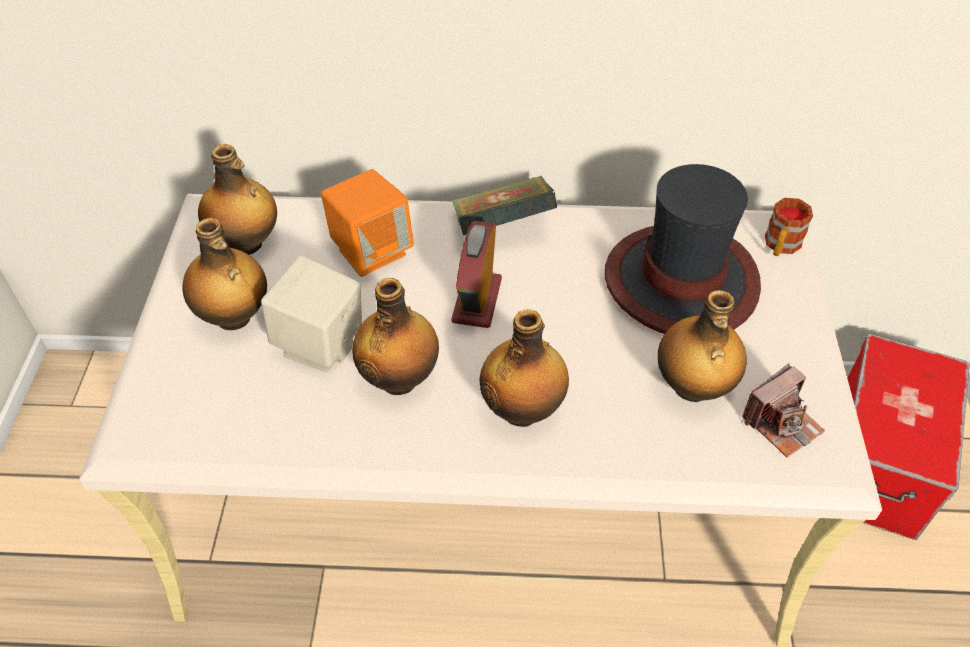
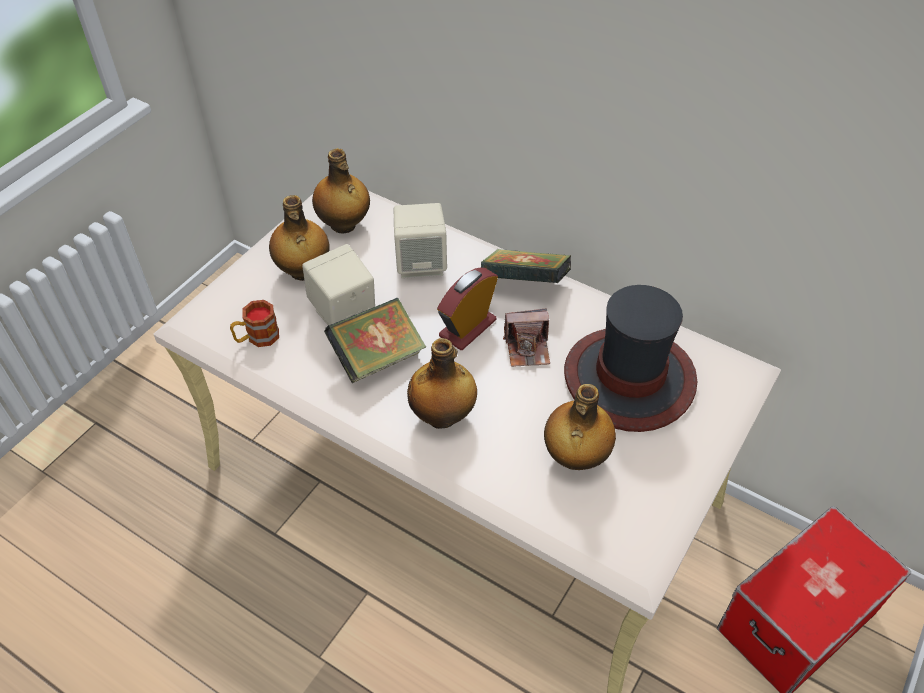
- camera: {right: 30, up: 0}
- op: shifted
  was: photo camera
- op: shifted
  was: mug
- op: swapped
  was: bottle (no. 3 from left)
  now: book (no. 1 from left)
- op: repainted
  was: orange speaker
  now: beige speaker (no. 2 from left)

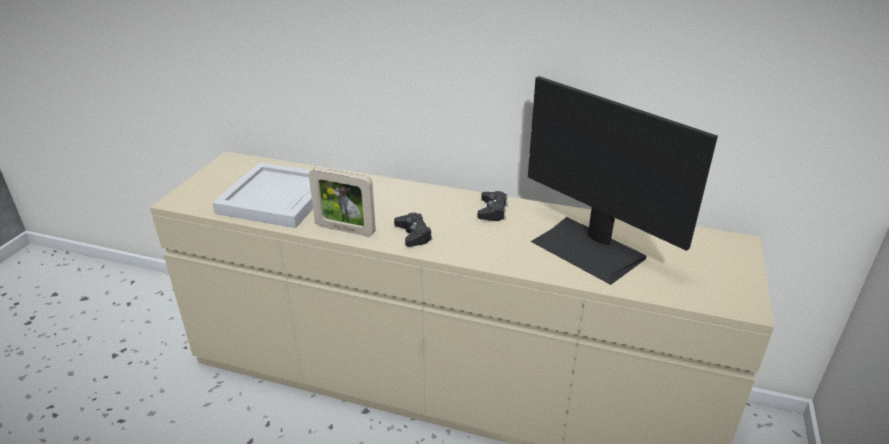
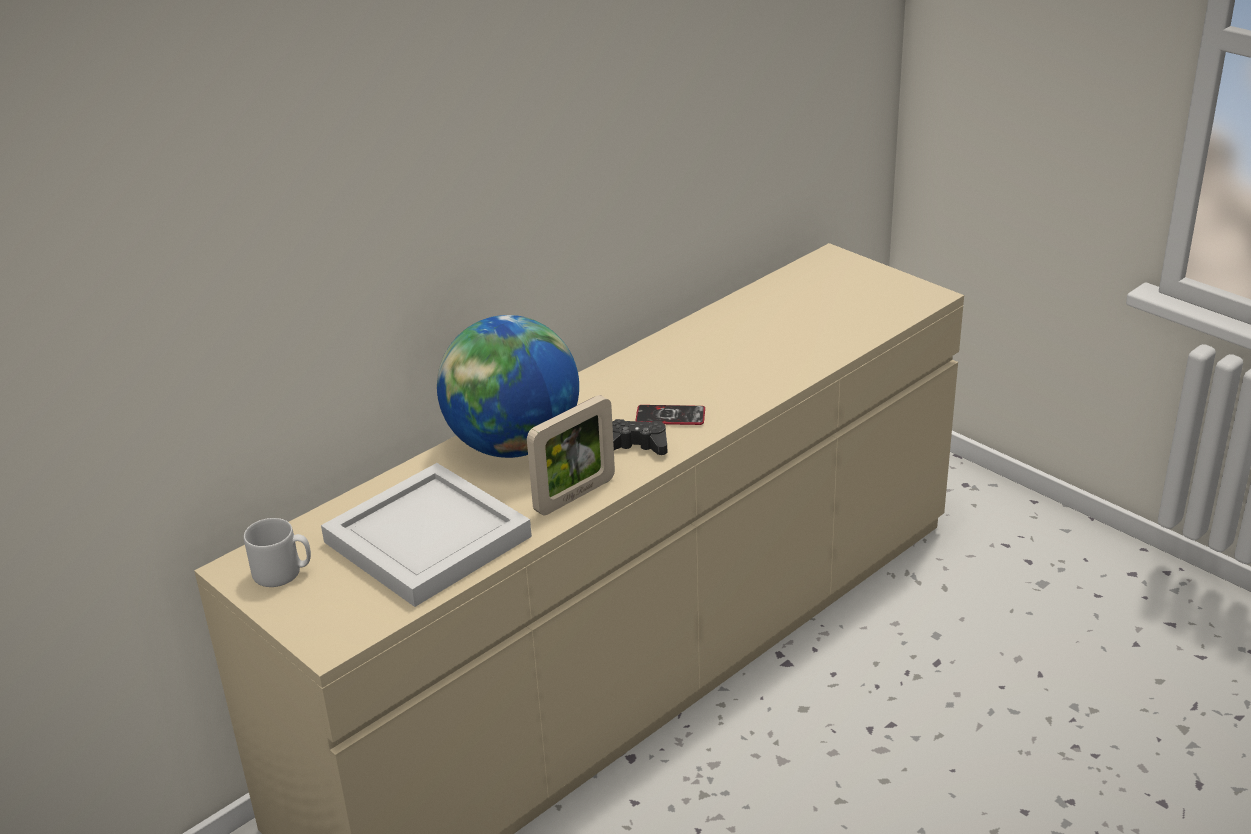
- camera: {right: -60, up: 0}
- op: gone
  was: black game controller (no. 2 from left)
- op: gone
  was: monitor
- op: new
  now: grey mug
- op: new
  now: globe
- op: new
  now: phone

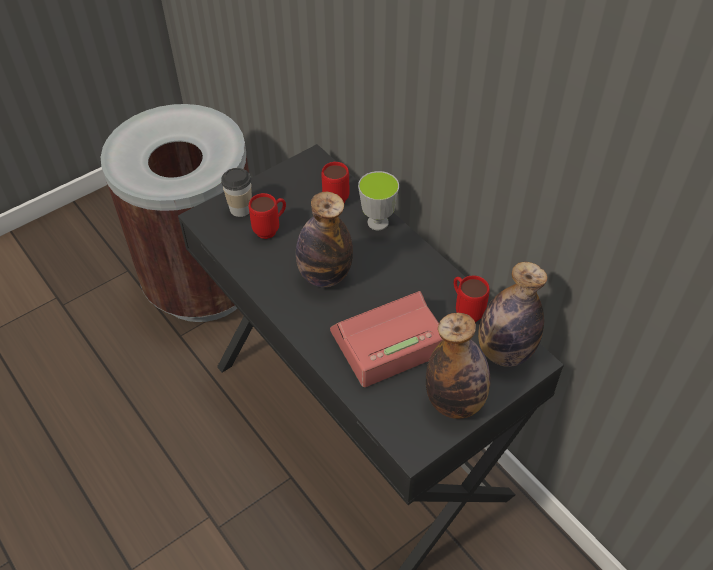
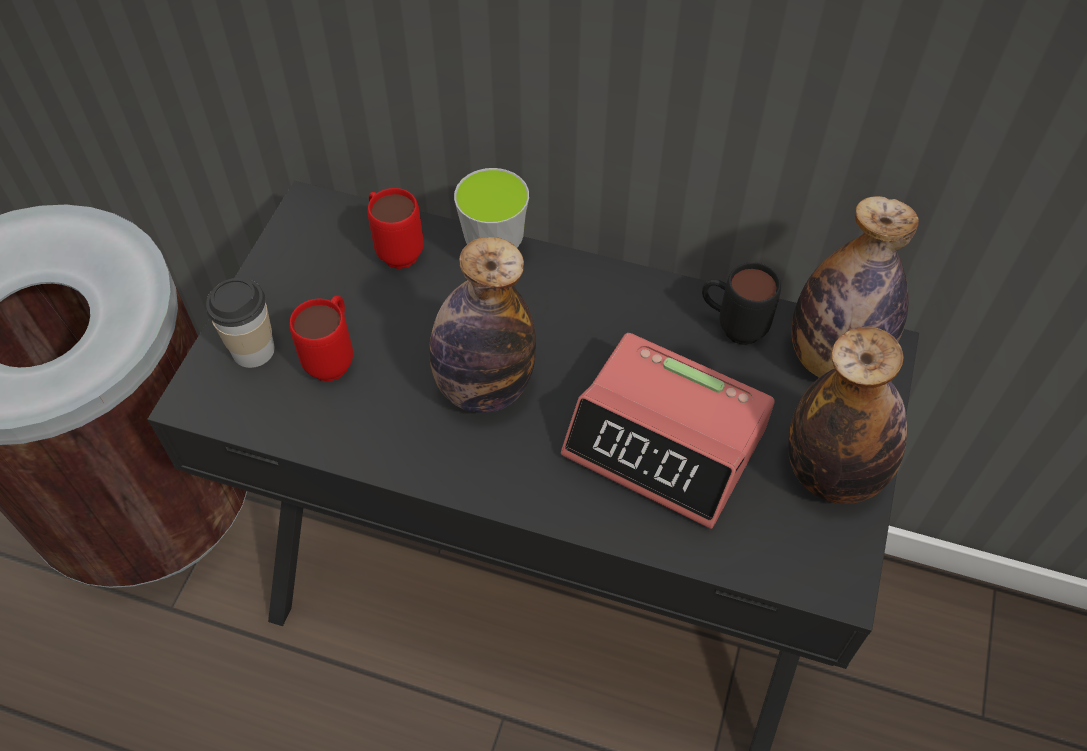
- camera: {right: -35, up: 5}
- op: repainted
  was: red mug (no. 3 from left)
  now: black mug
- op: rotated
  was: alarm clock
  clockwise: -90

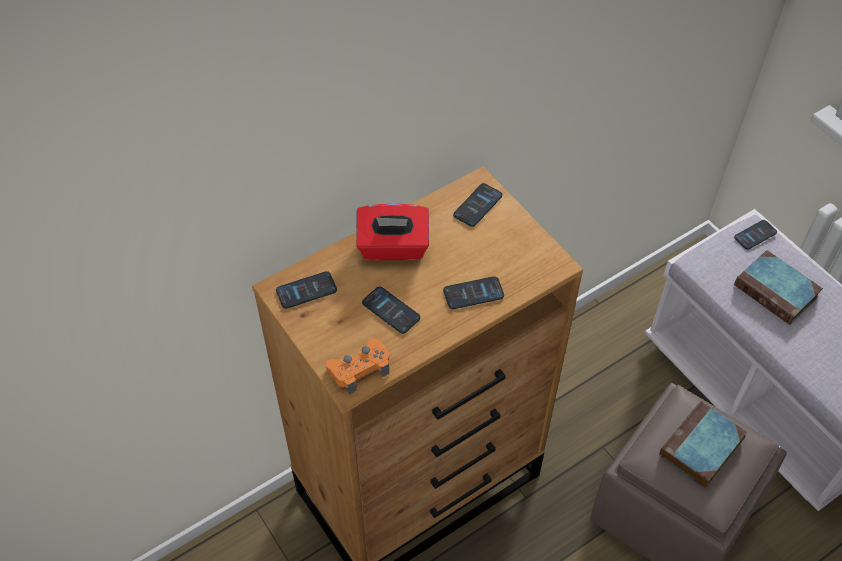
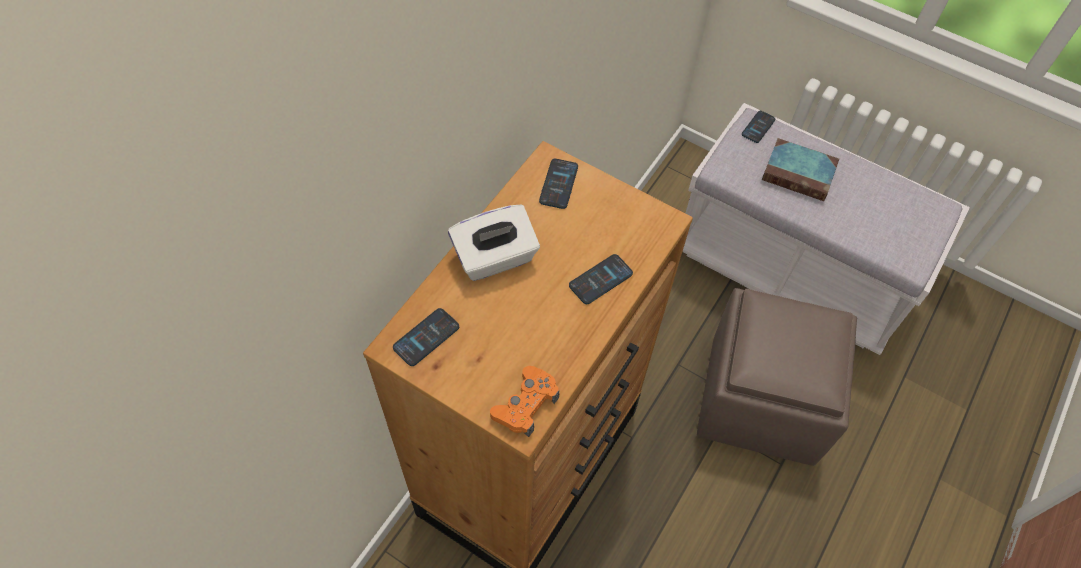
- camera: {right: -25, up: 5}
- op: gone
  was: phone (no. 2 from left)
- op: gone
  was: book (no. 1 from left)
- op: repainted
  was: red tissue box
  now: white tissue box

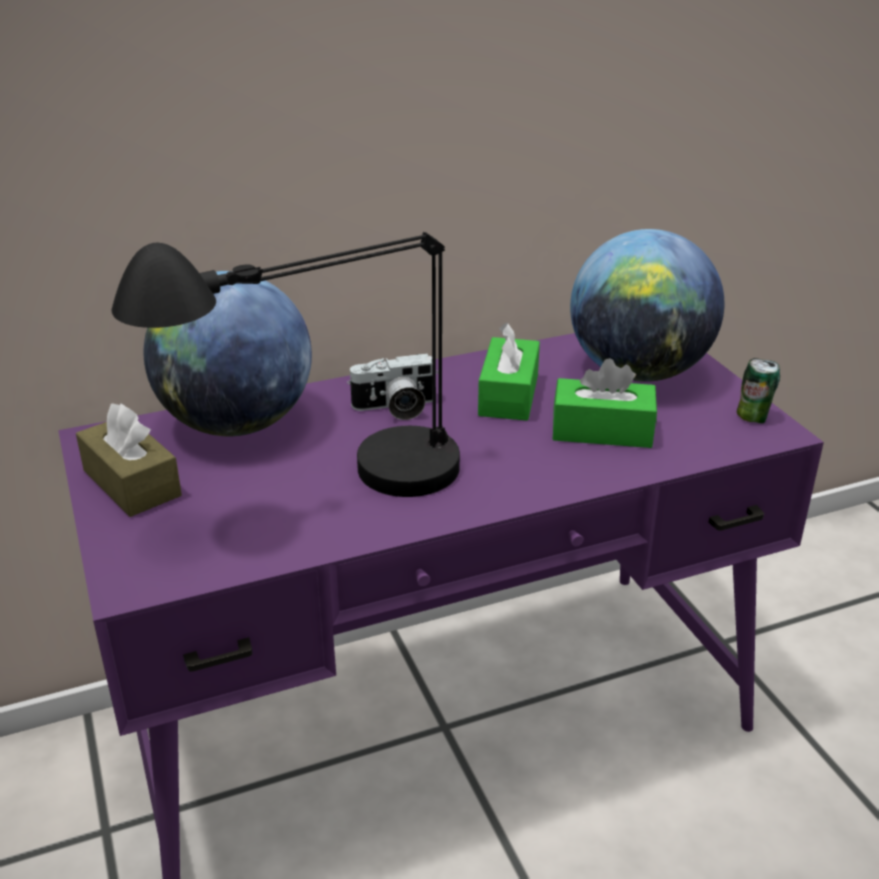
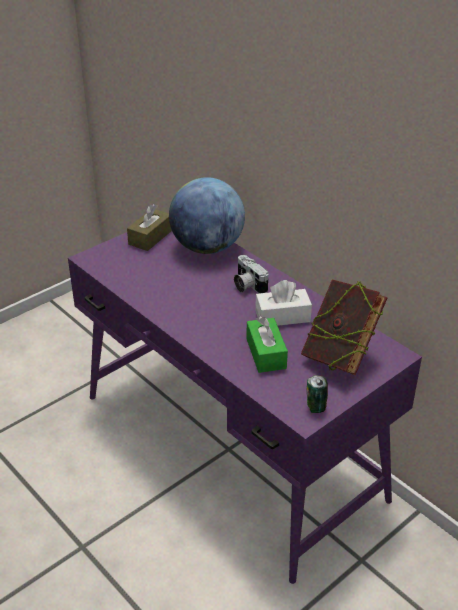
- camera: {right: 70, up: 5}
- op: gone
  was: black table lamp
- op: swapped
  was: globe (no. 2 from left)
  now: book
- op: repainted
  was: green tissue box (no. 1 from left)
  now: white tissue box

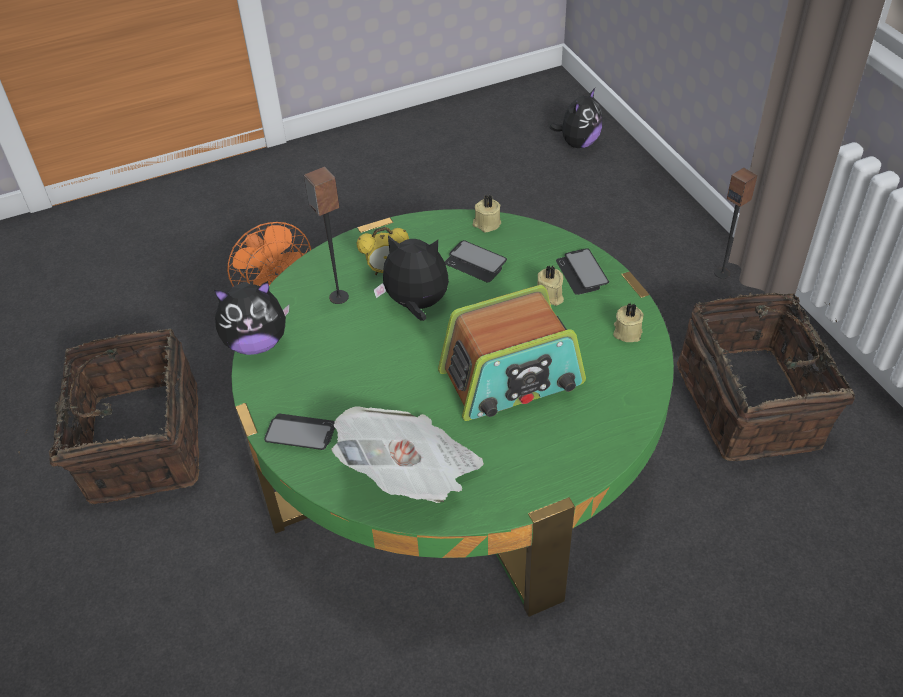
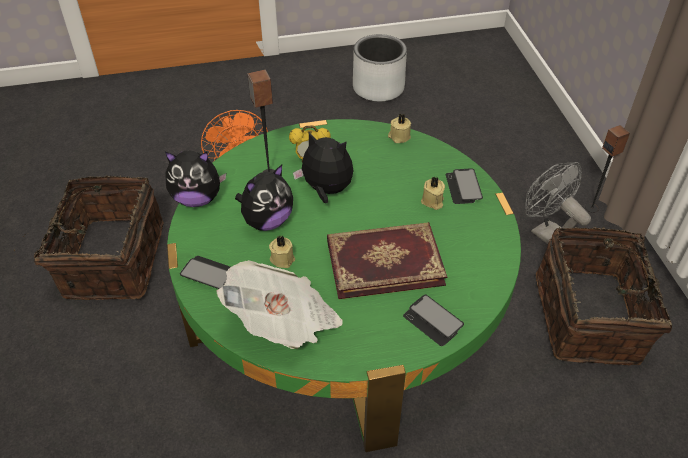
- camera: {right: 10, up: 0}
- op: new
  now: grey planter
- op: new
  now: grey fan
- op: shifted
  was: phone (no. 2 from left)
- op: shifted
  was: plush toy (no. 3 from left in the first image)
  now: plush toy (no. 2 from left)
- op: shifted
  was: beige candle (no. 3 from left in the first image)
  now: beige candle (no. 1 from left)
- op: swapped
  was: radio
  now: book

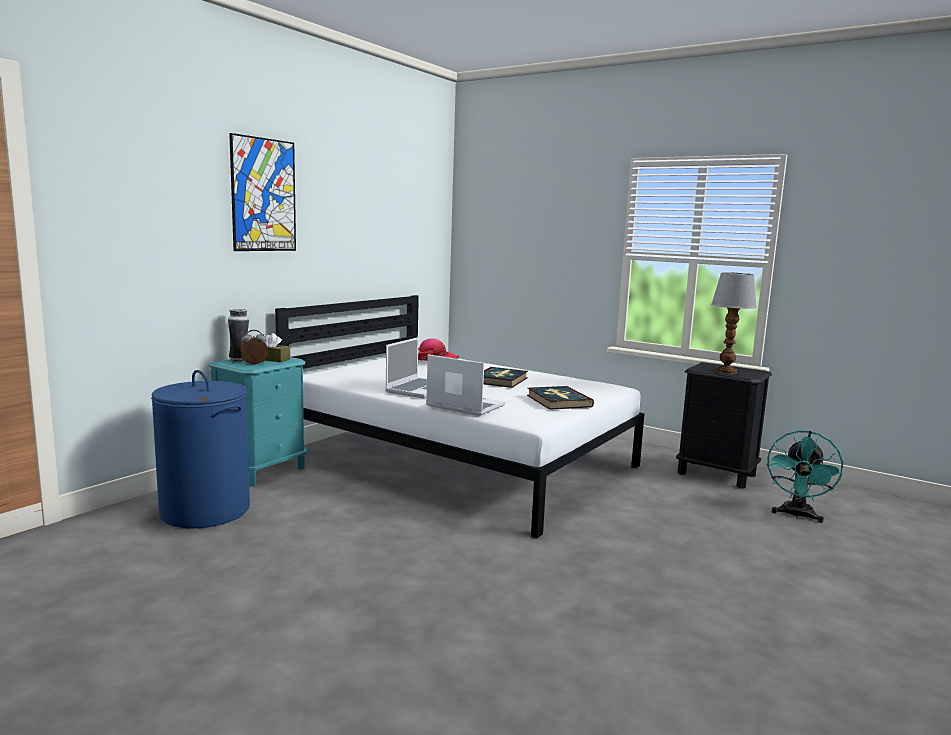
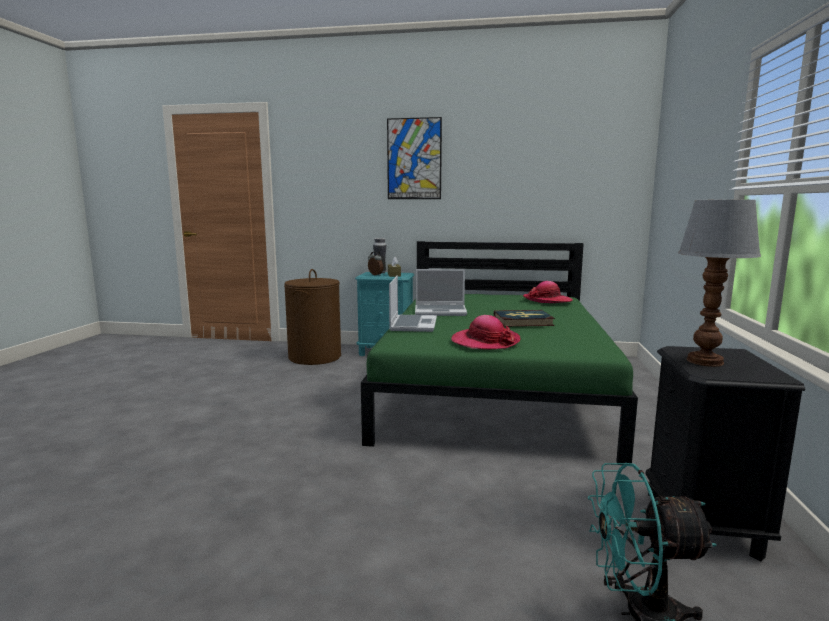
- camera: {right: 65, up: 0}
- op: swapped
  was: book (no. 2 from left)
  now: hat (no. 1 from left)
- op: repainted
  was: blue laundry basket
  now: brown laundry basket
- op: repainted
  was: white bed
  now: green bed

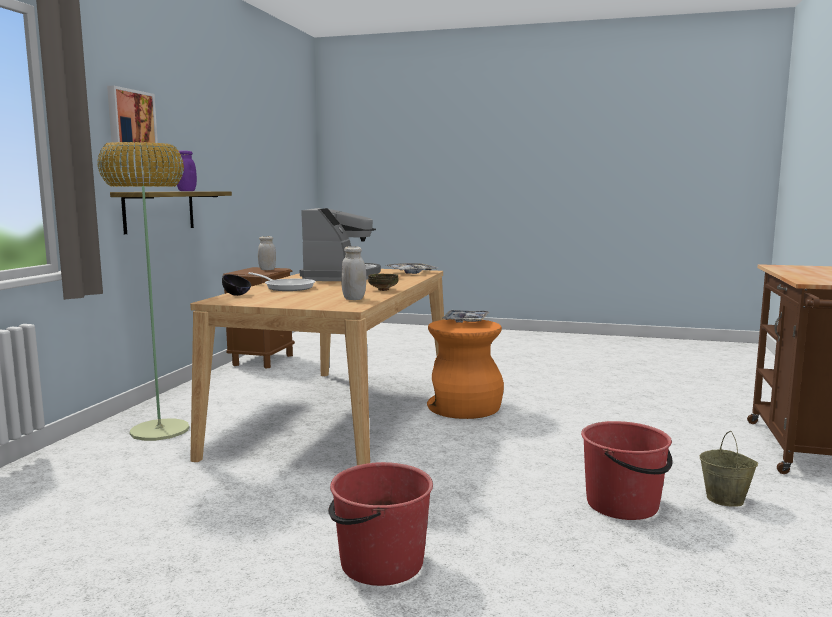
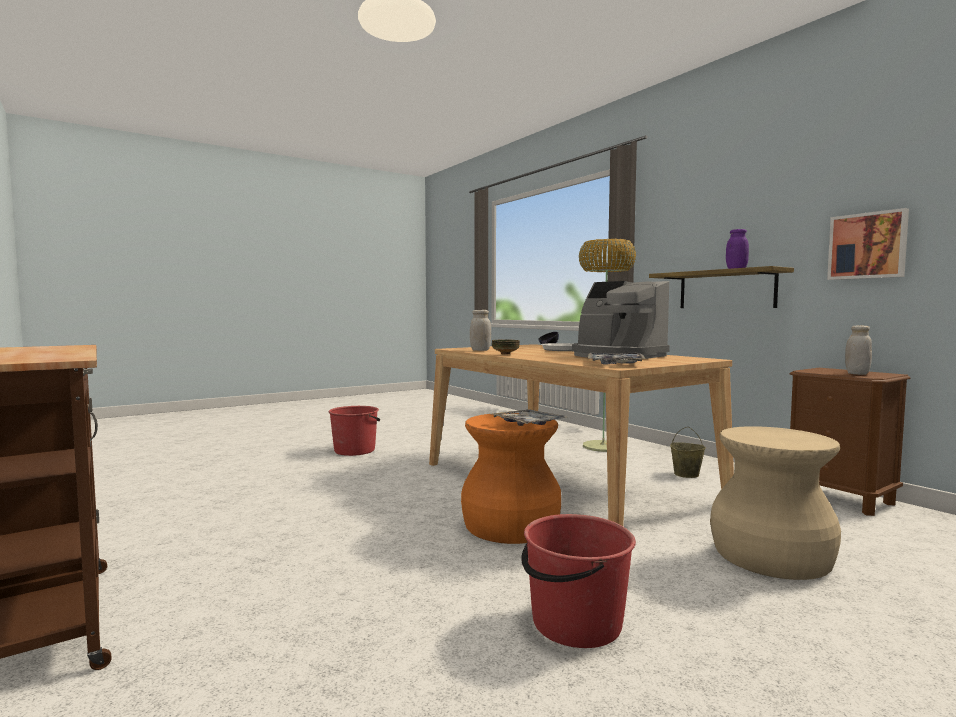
- camera: {right: 130, up: -5}
- op: new
  now: beige stool
- op: shifted
  was: picture
- op: shifted
  was: red bucket (no. 2 from left)
- op: shifted
  was: beige bucket

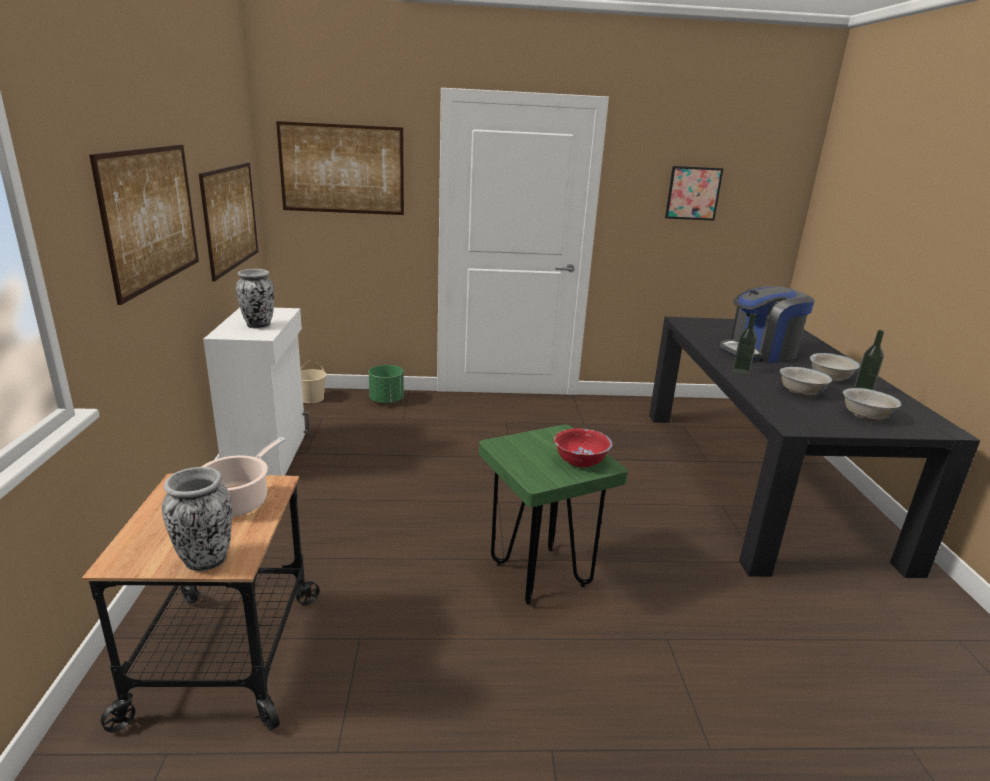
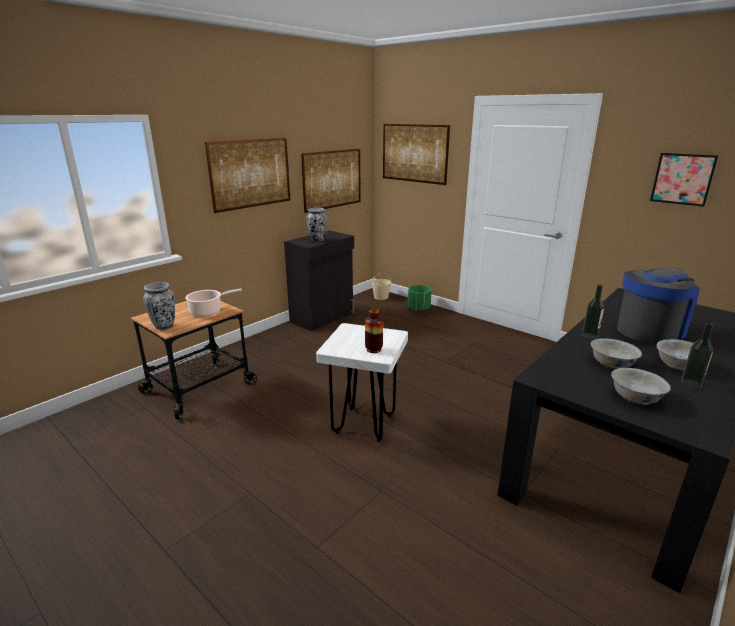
- camera: {right: 45, up: 0}
- op: swapped
  was: red bowl
  now: vase (no. 3 from left)
- op: repainted
  was: white cabinet
  now: black cabinet
- op: repainted
  was: green stool
  now: white stool
- op: rotated
  was: coffee machine
  clockwise: 120

